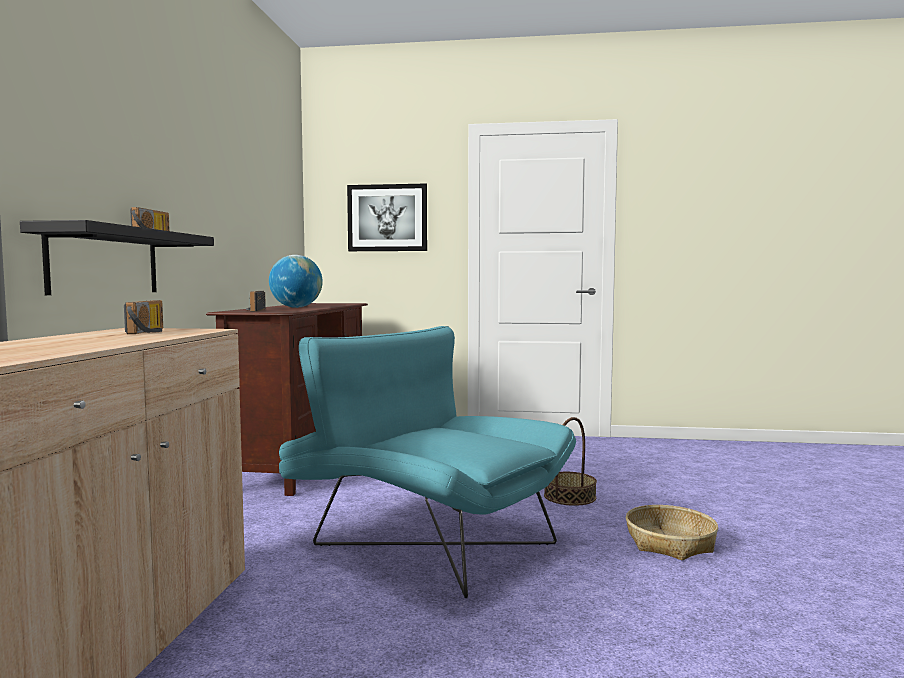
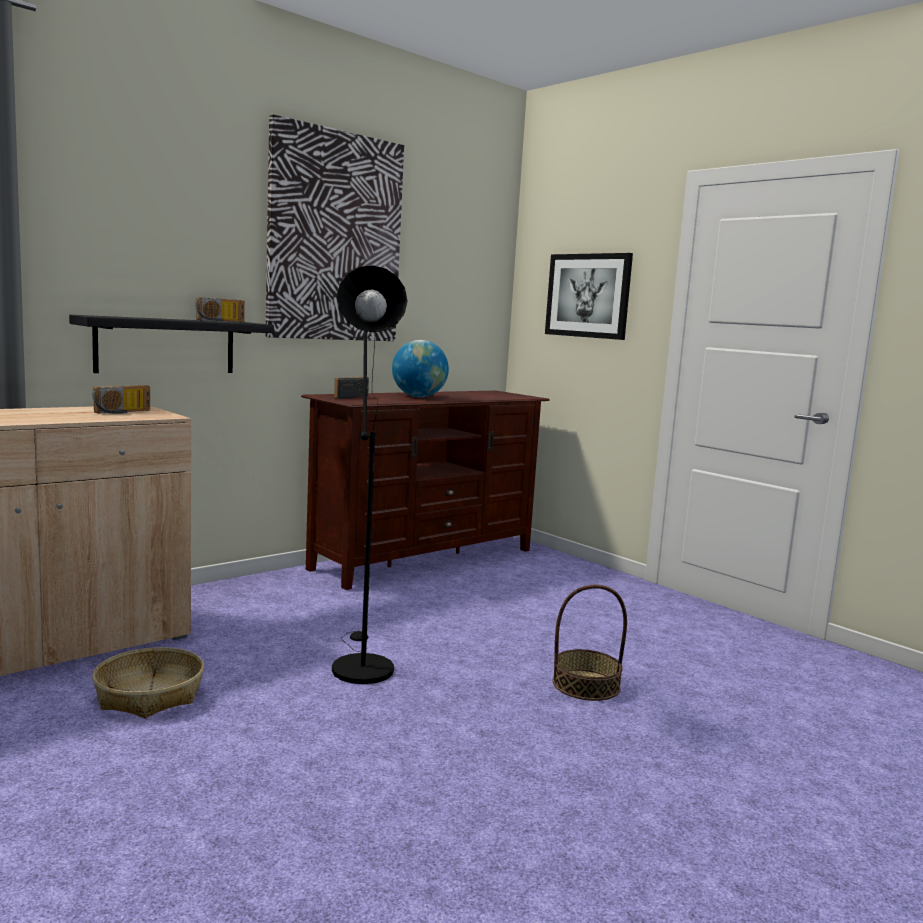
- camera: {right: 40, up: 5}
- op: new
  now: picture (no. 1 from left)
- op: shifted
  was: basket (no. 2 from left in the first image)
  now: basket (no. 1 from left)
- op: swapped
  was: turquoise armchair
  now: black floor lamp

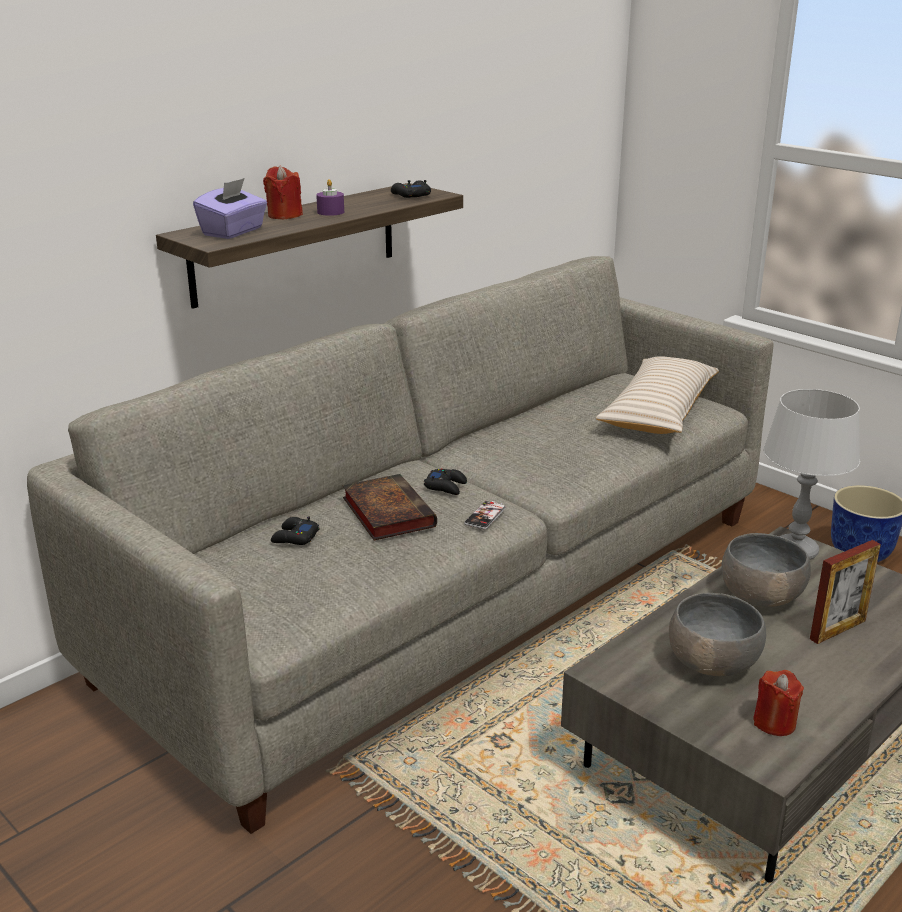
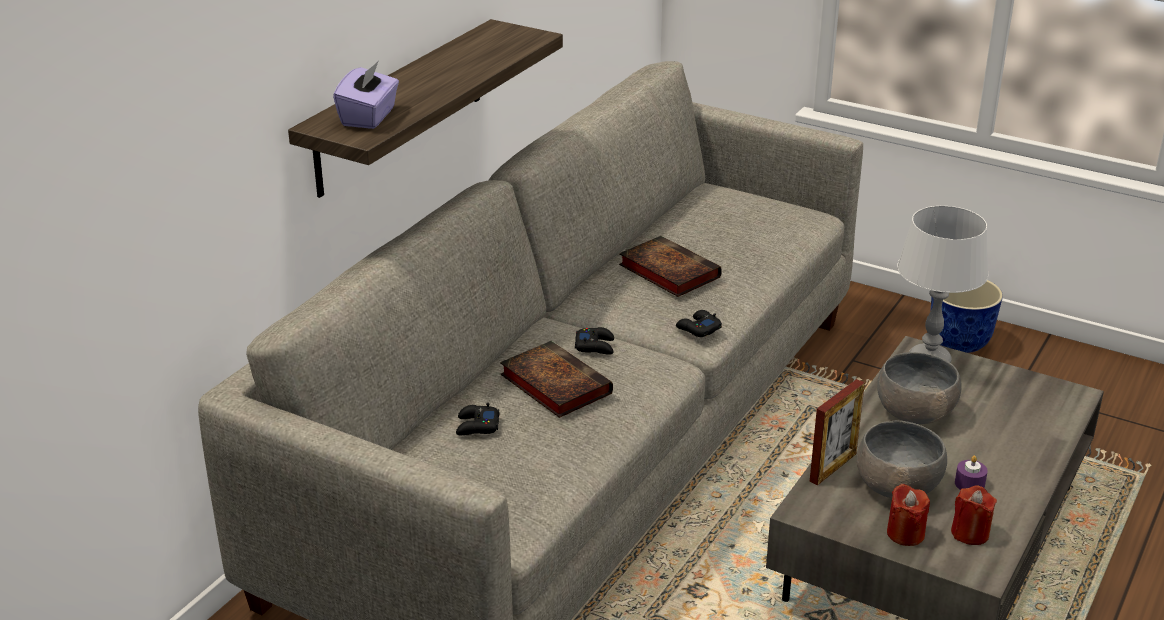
- camera: {right: -15, up: 5}
- op: gone
  was: phone
- op: gone
  was: beige pillow
- op: new
  now: book (no. 2 from left)
- op: shifted
  was: red candle (no. 1 from left)
- op: shifted
  was: purple candle
- op: shifted
  was: black game controller (no. 2 from left in the first image)
  now: black game controller (no. 3 from left)
- op: shifted
  was: picture frame

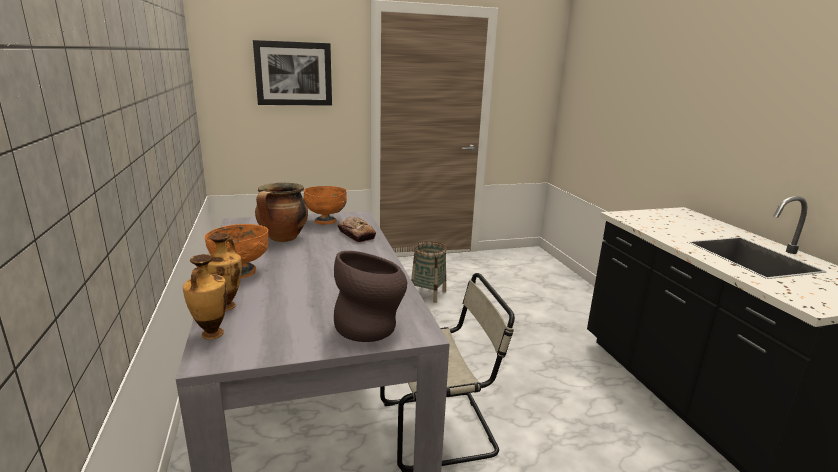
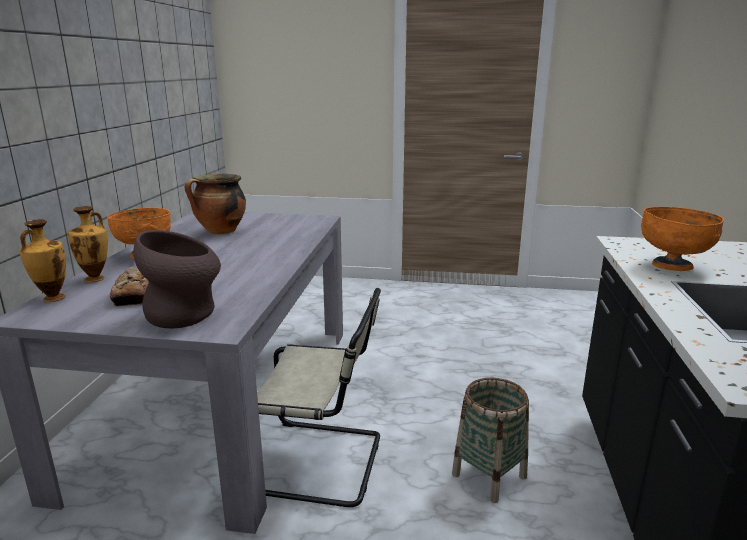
- camera: {right: 25, up: 0}
- op: gone
  was: picture
- op: shifted
  was: orange bowl (no. 2 from left)
- op: shifted
  was: bread
- op: shifted
  was: basket

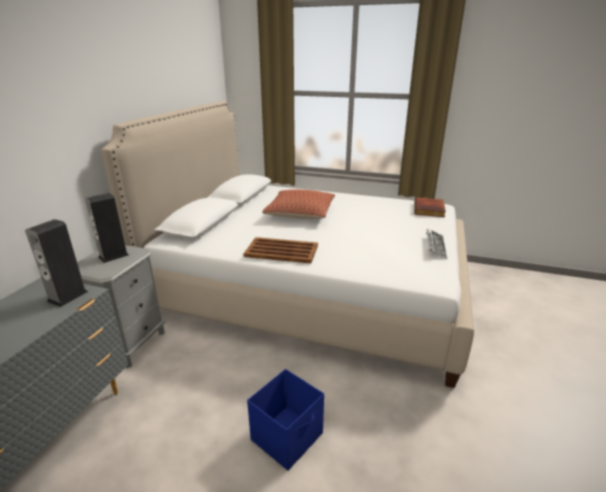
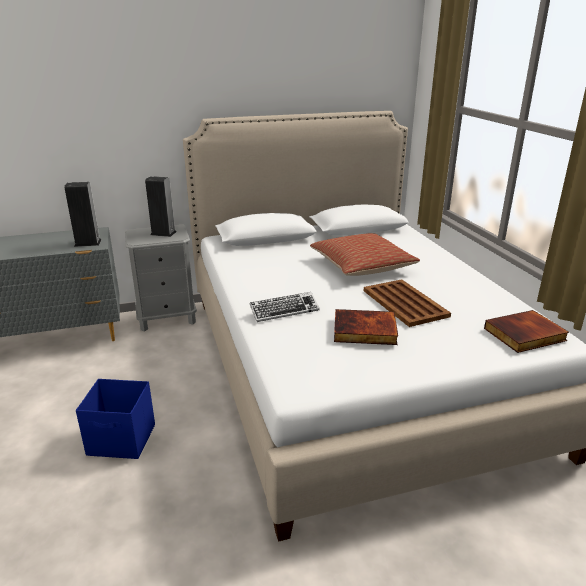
- camera: {right: 55, up: 0}
- op: new
  now: book (no. 1 from left)
- op: shifted
  was: brown tray
- op: shifted
  was: keyboard

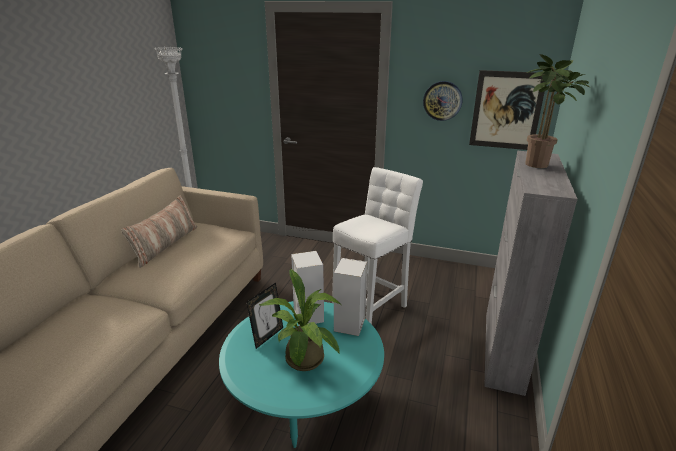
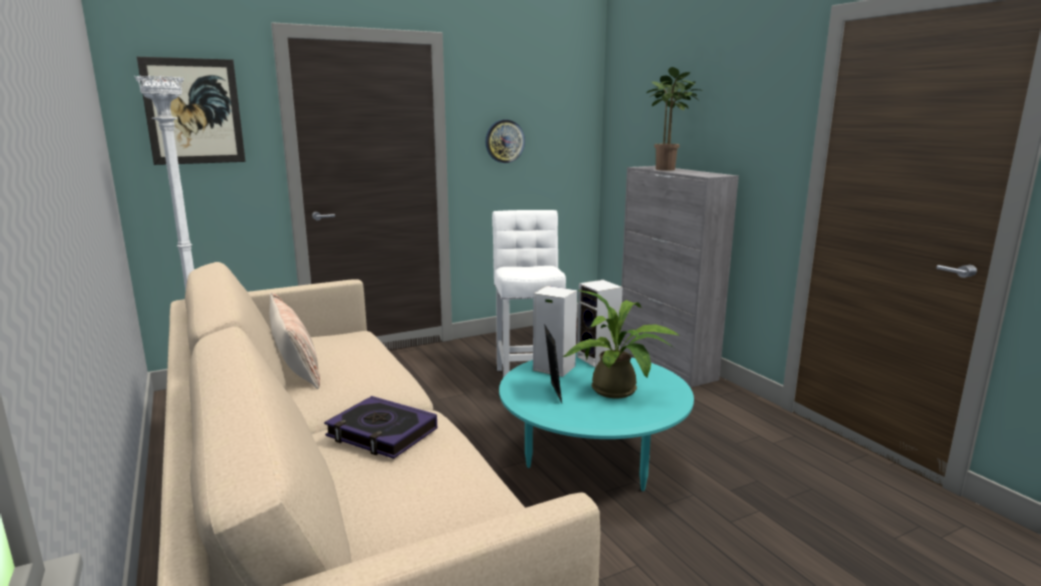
- camera: {right: -45, up: -10}
- op: new
  now: book
- op: shifted
  was: picture

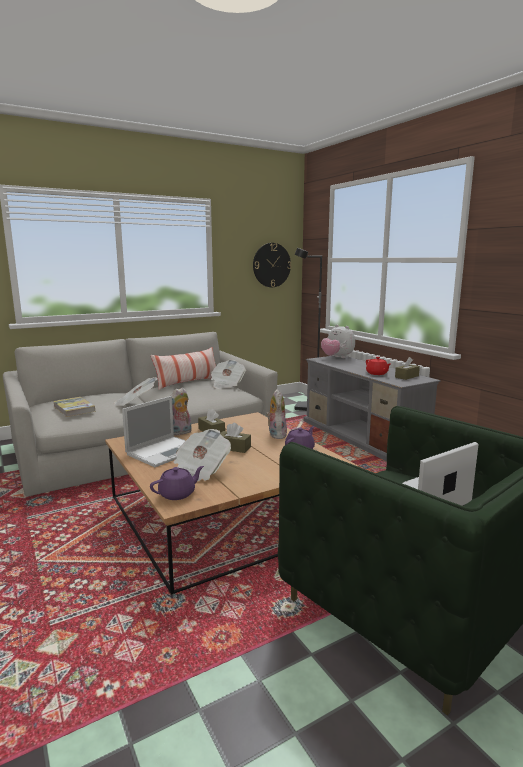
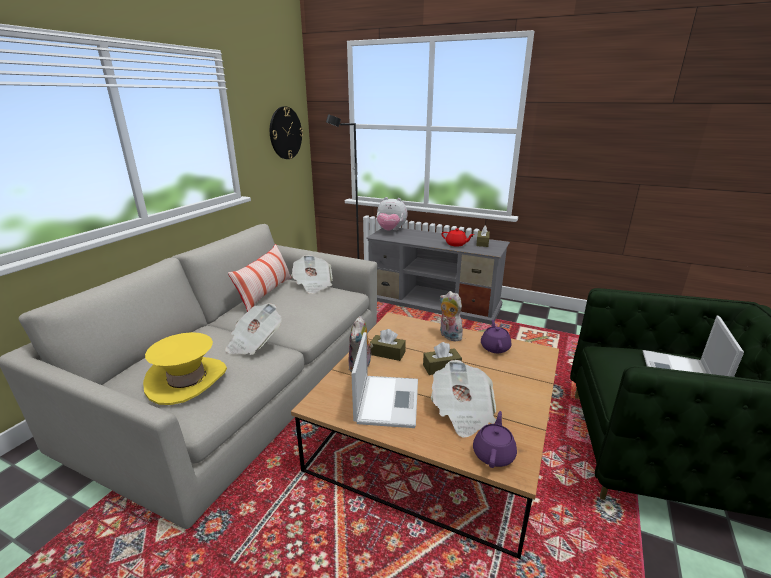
- camera: {right: -35, up: 10}
- op: swapped
  was: book
  now: yellow hat

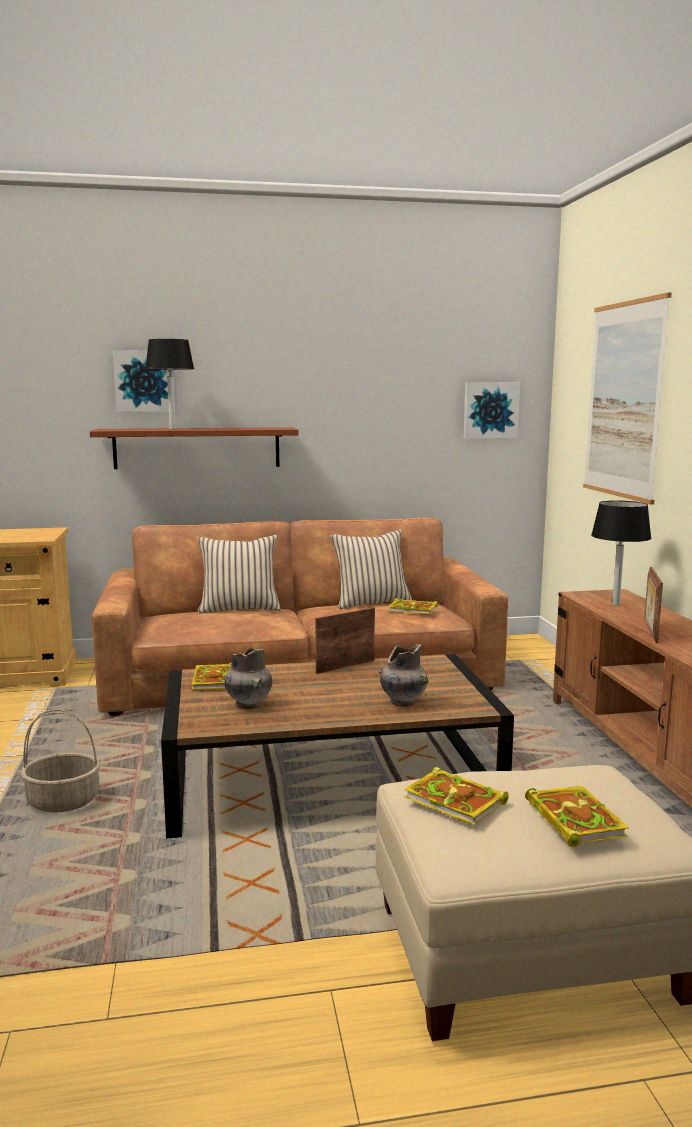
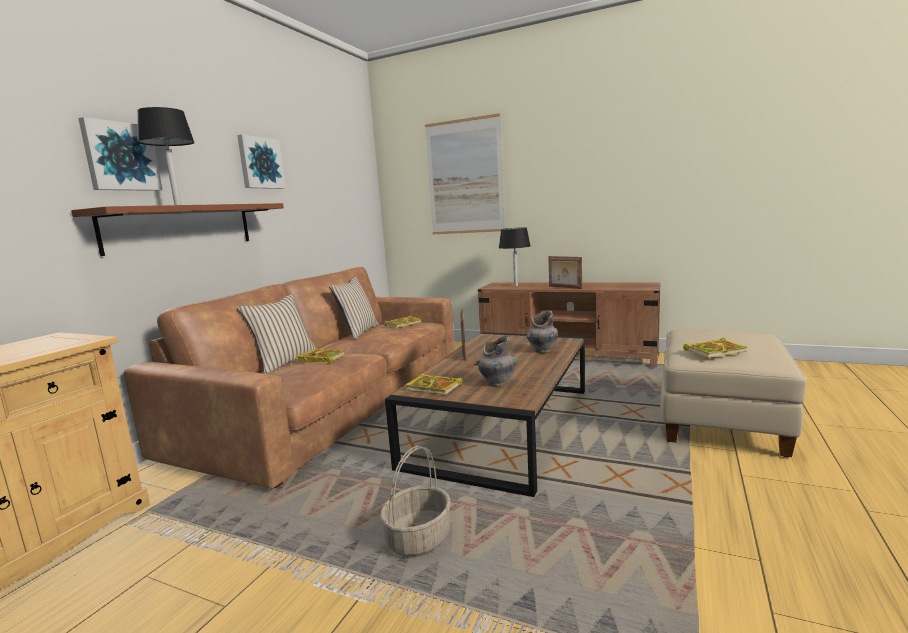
- camera: {right: -55, up: 0}
- op: shifted
  was: picture (no. 2 from left)
- op: shifted
  was: book (no. 4 from left in the first image)
  now: book (no. 1 from left)

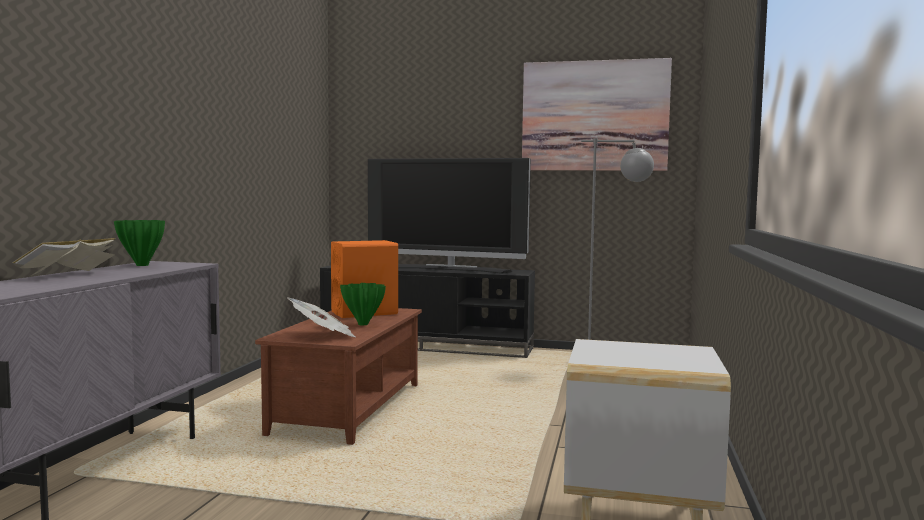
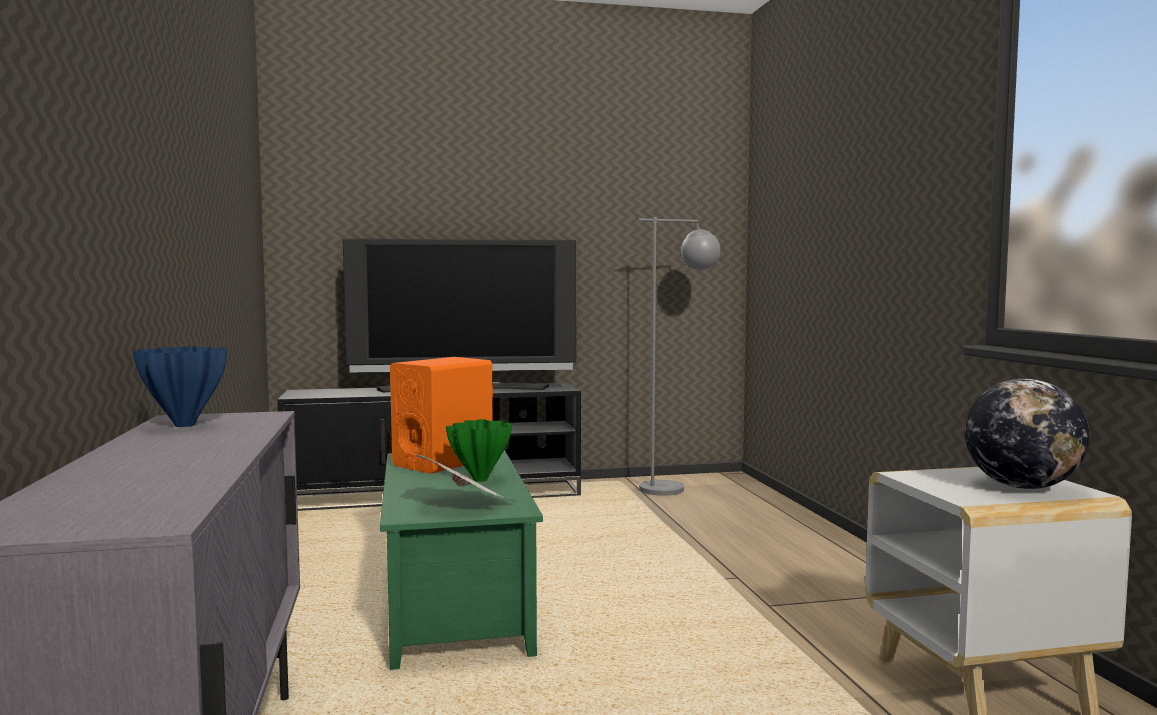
- camera: {right: -25, up: 0}
- op: gone
  was: book
- op: gone
  was: picture
- op: new
  now: globe
- op: repainted
  was: green vase (no. 1 from left)
  now: blue vase
- op: repainted
  was: brown coffee table
  now: green coffee table

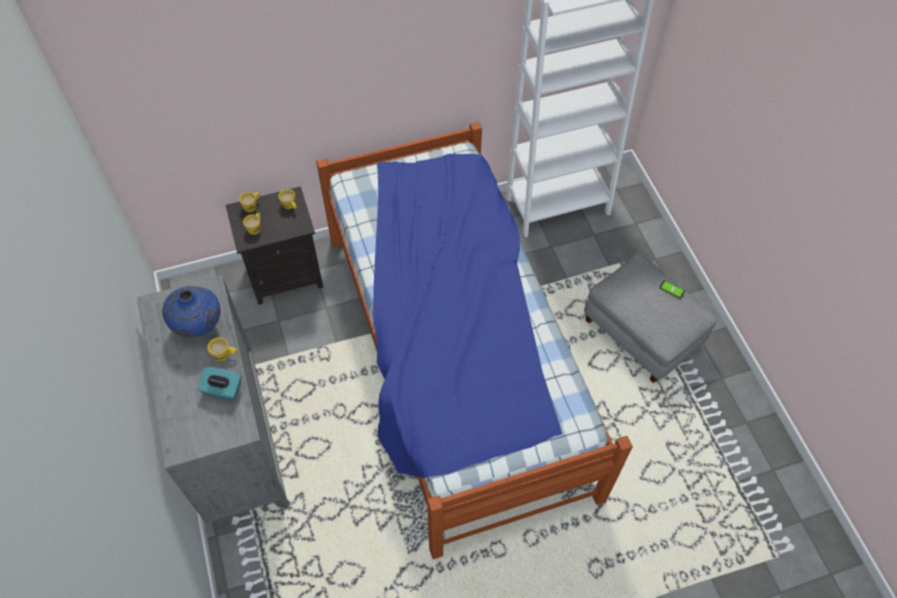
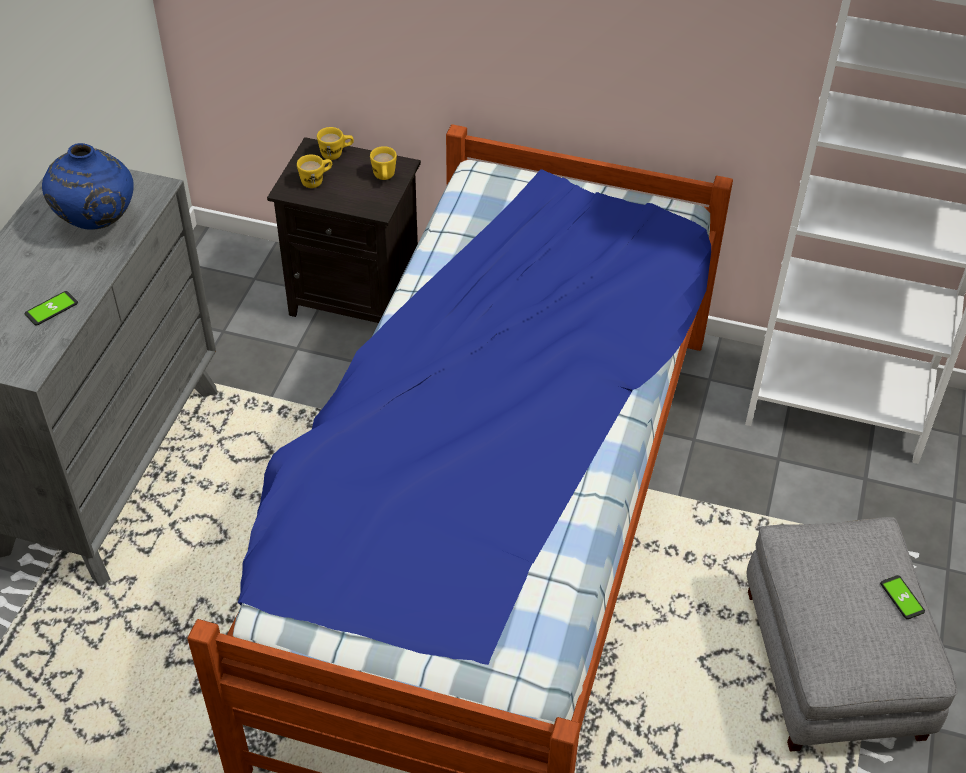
- camera: {right: 35, up: -10}
- op: gone
  was: yellow mug (no. 1 from left)
- op: swapped
  was: turquoise tissue box
  now: phone (no. 1 from left)

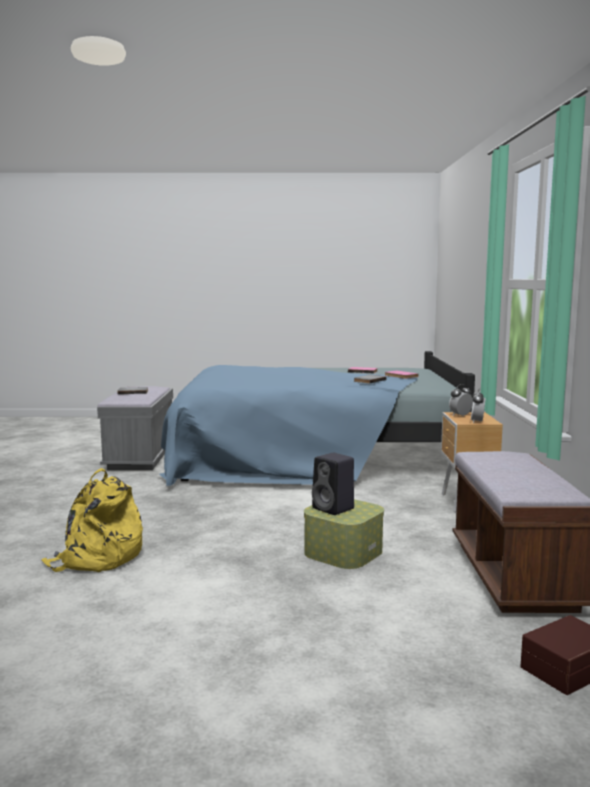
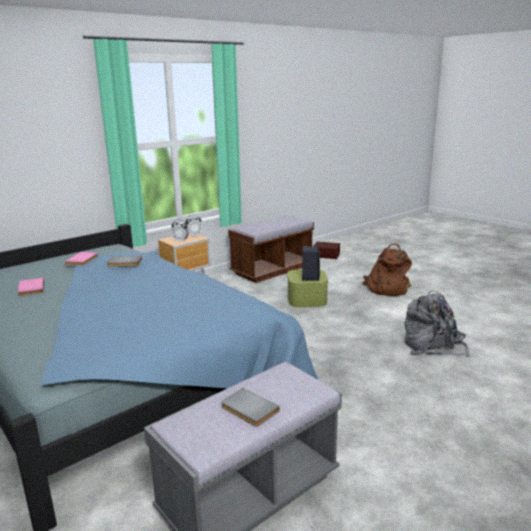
- camera: {right: -130, up: 10}
- op: new
  now: brown backpack
- op: repainted
  was: yellow backpack
  now: grey backpack

